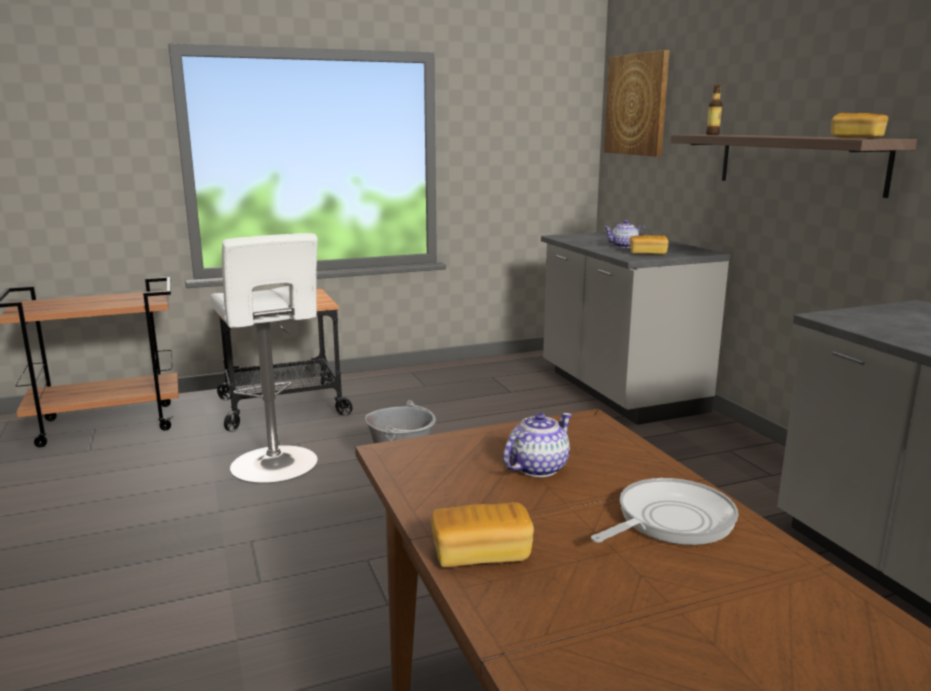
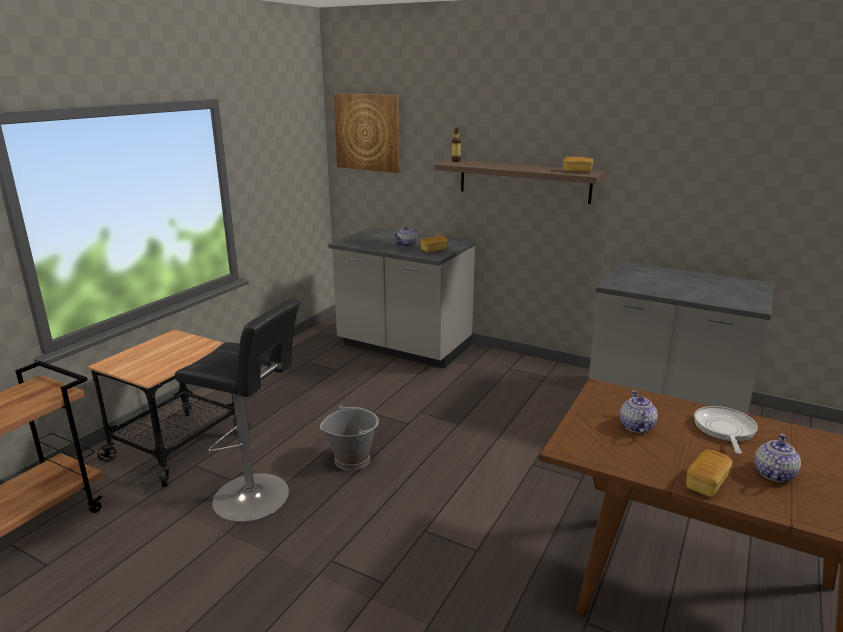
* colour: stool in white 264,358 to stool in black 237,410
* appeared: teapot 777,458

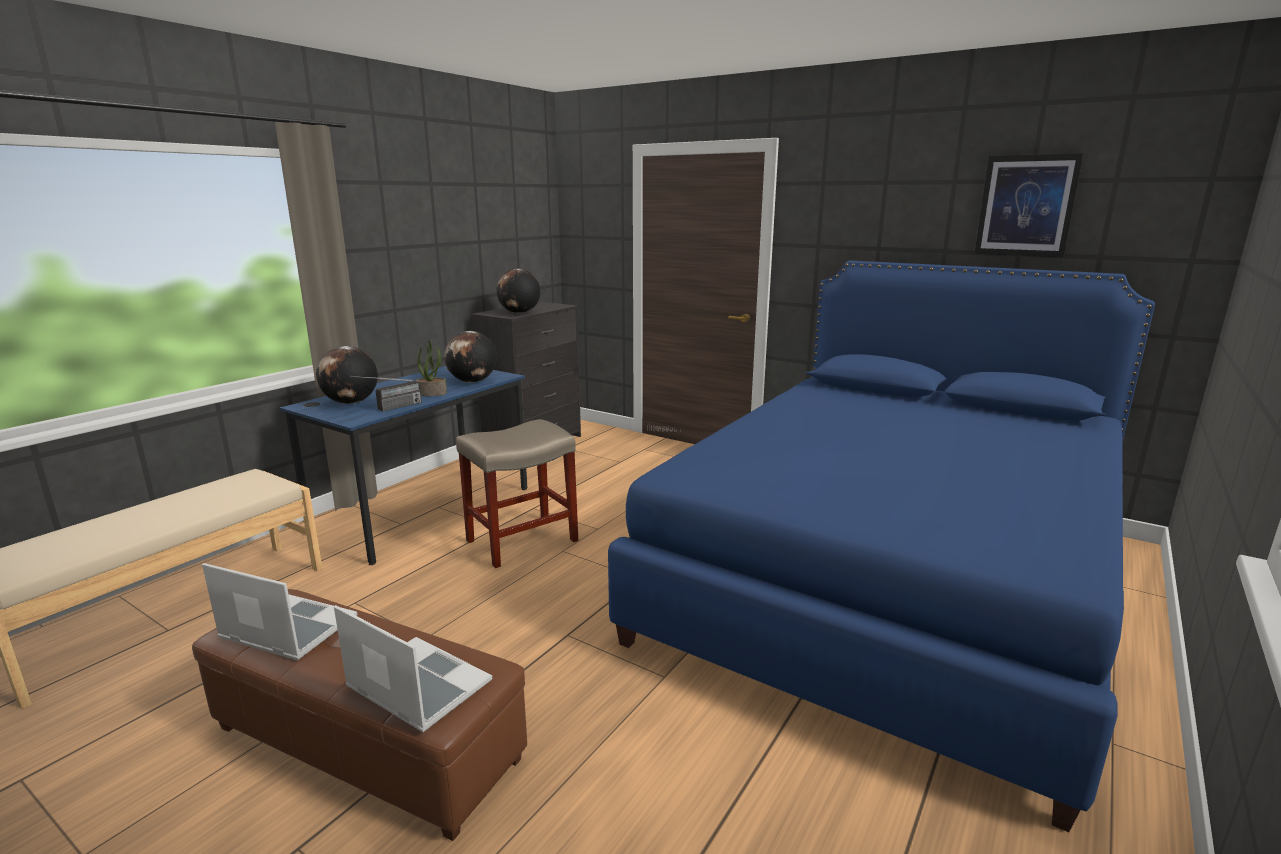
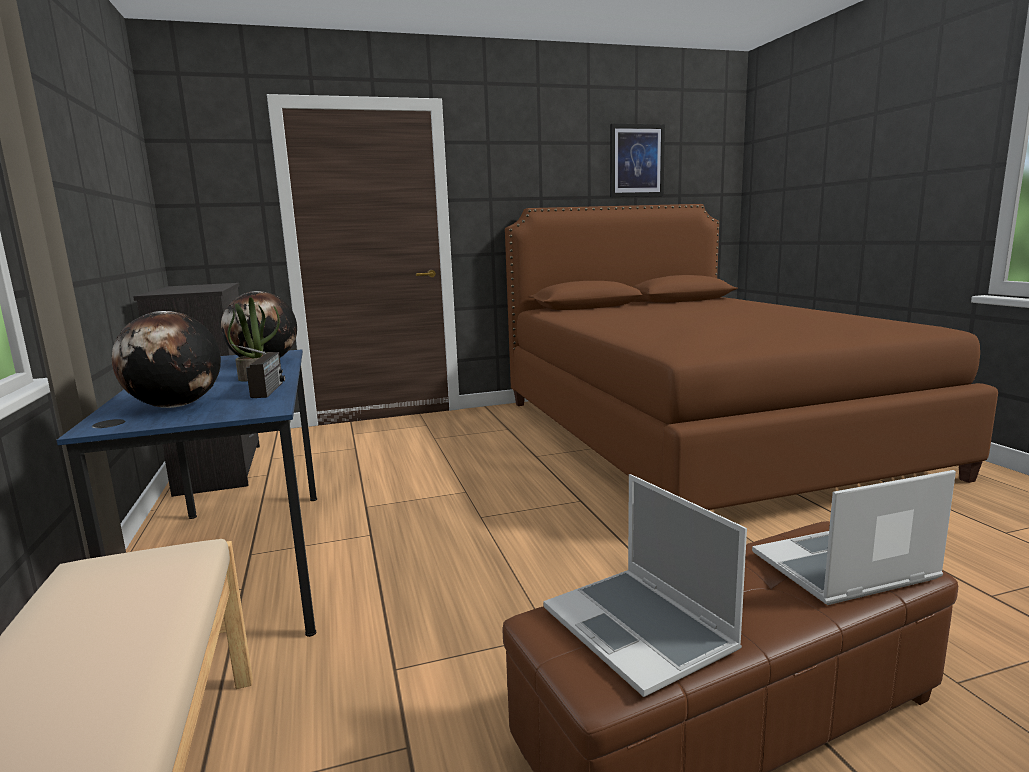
* colour: bed in blue 881,546 to bed in brown 751,357
* missing: globe 518,291
* missing: stool in beige 517,493
* spun: laptop 279,611 = 645,585 90 degrees counterclockwise

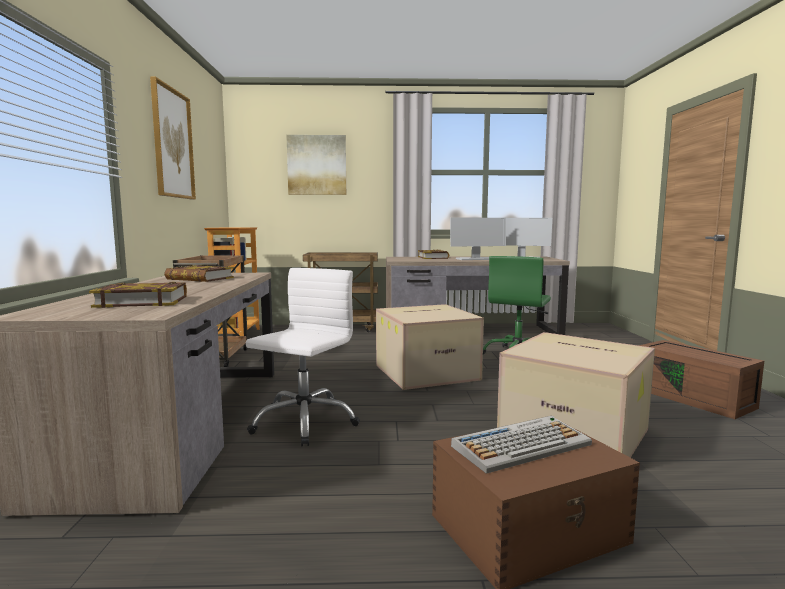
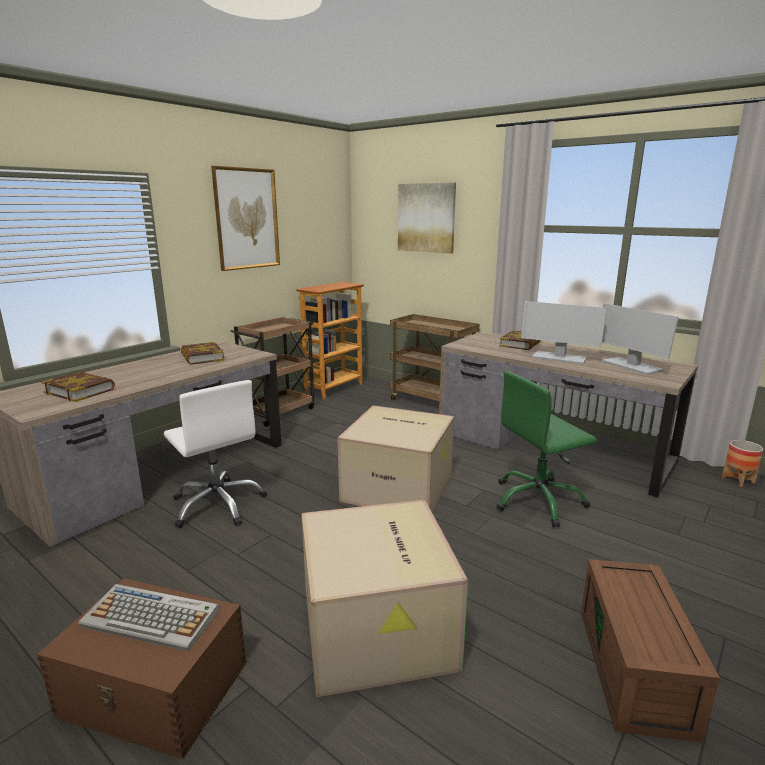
* spun: office chair in white 303,357 = 215,454 75 degrees clockwise
* appeared: planter 742,463

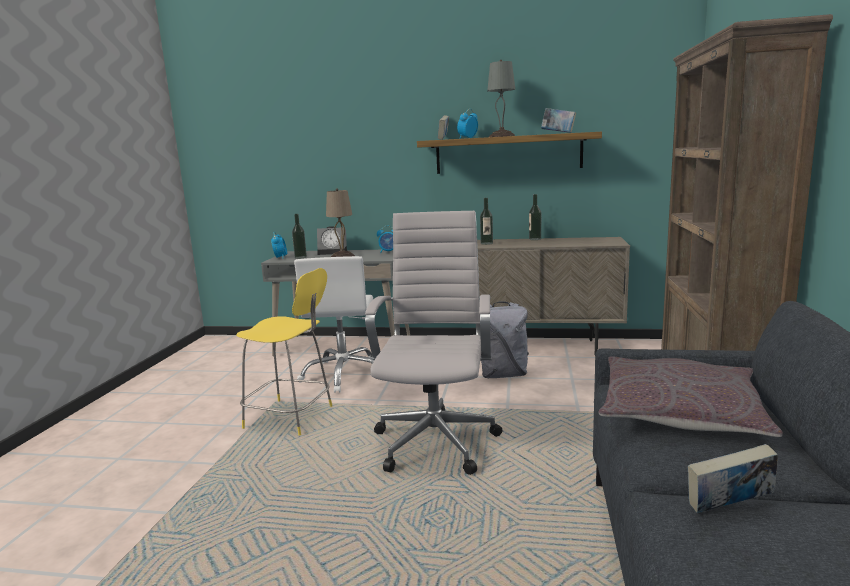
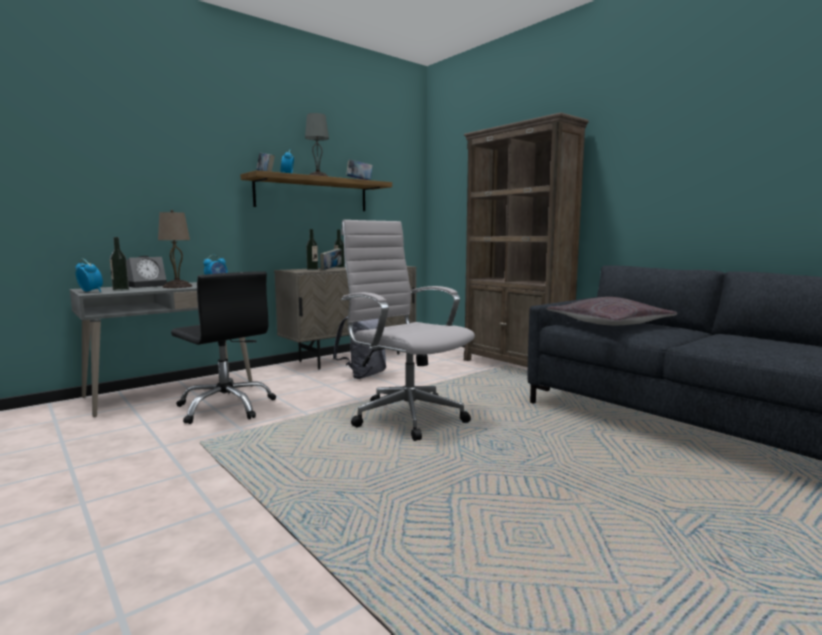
* colour: office chair in white 334,324 to office chair in black 223,347
* missing: stool in yellow 284,352
* relocated: book 733,478 to 331,259

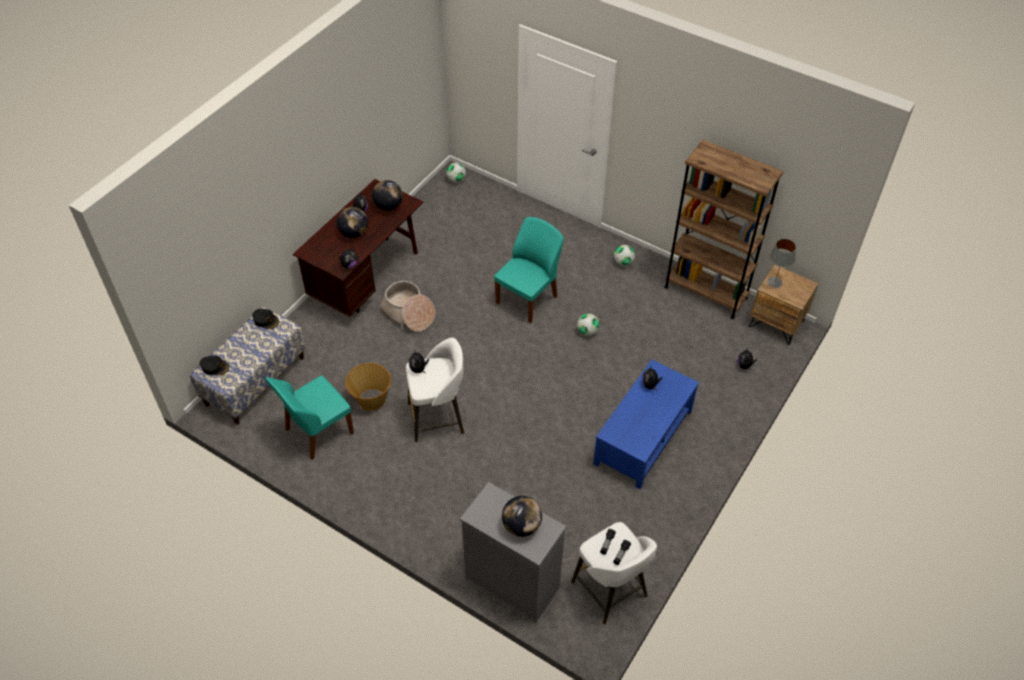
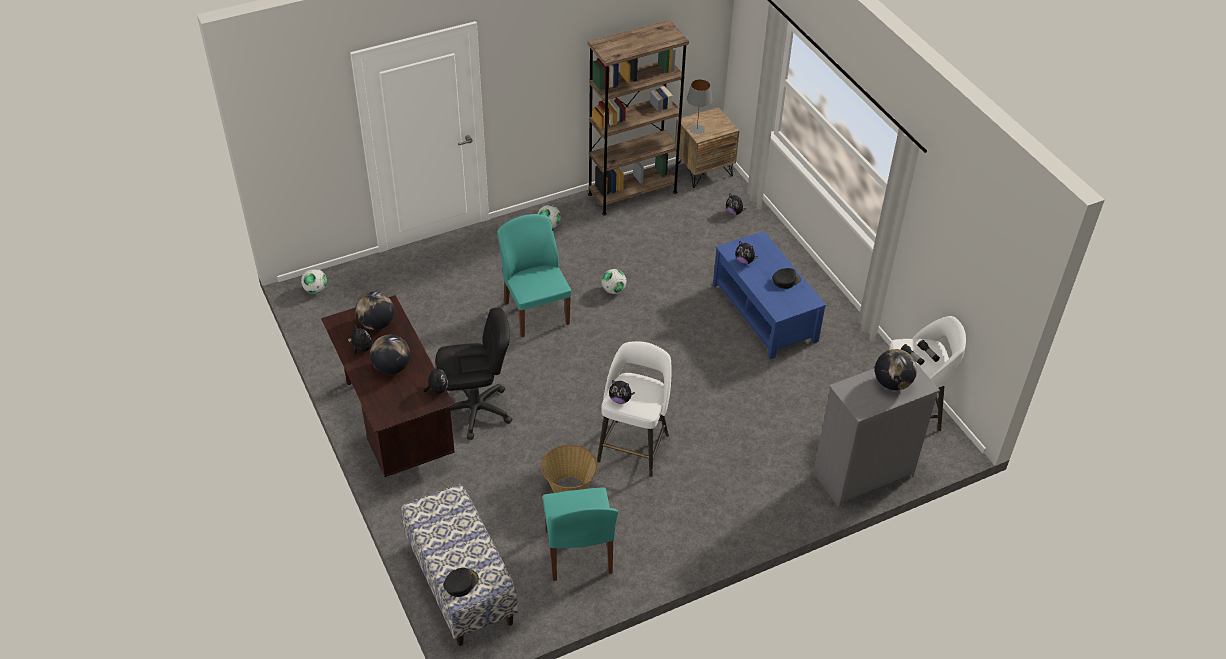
* exchanged: basket 406,306 to office chair in black 473,373
* relocated: cap in black 265,319 to 786,278

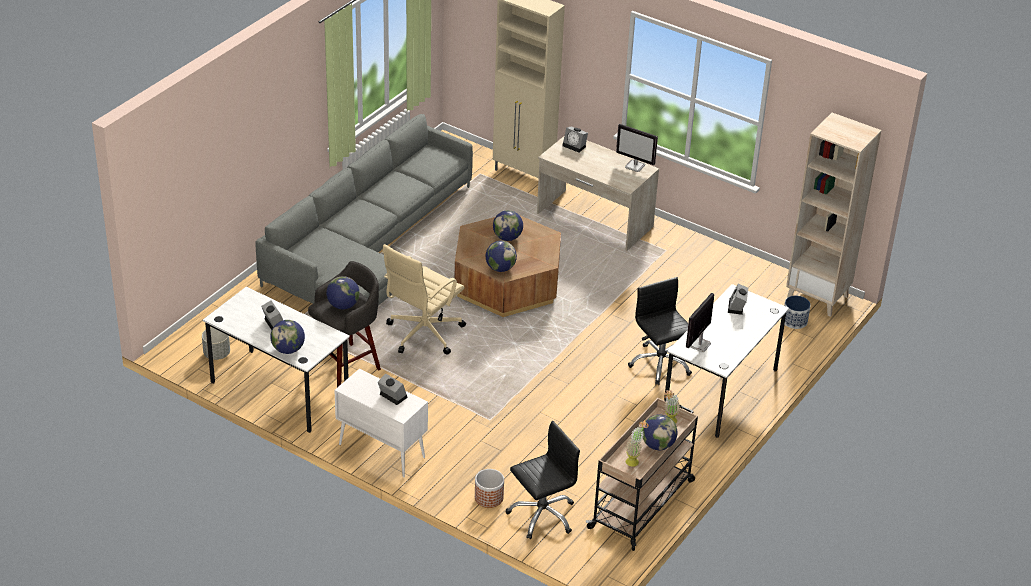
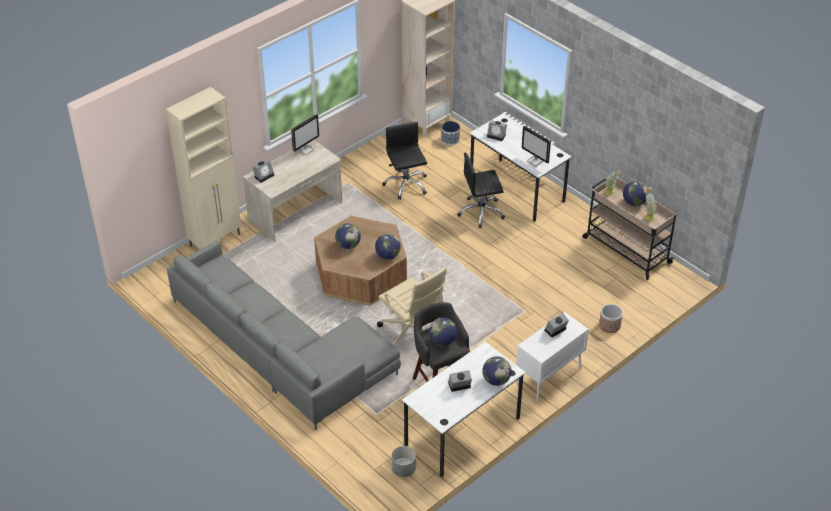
* relocated: office chair in black 543,480 to 404,161

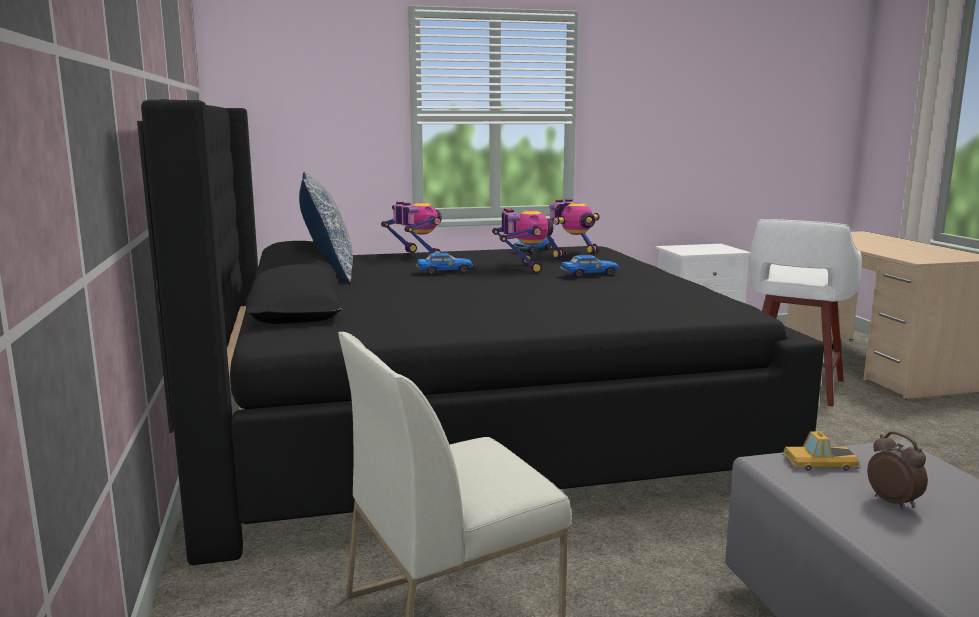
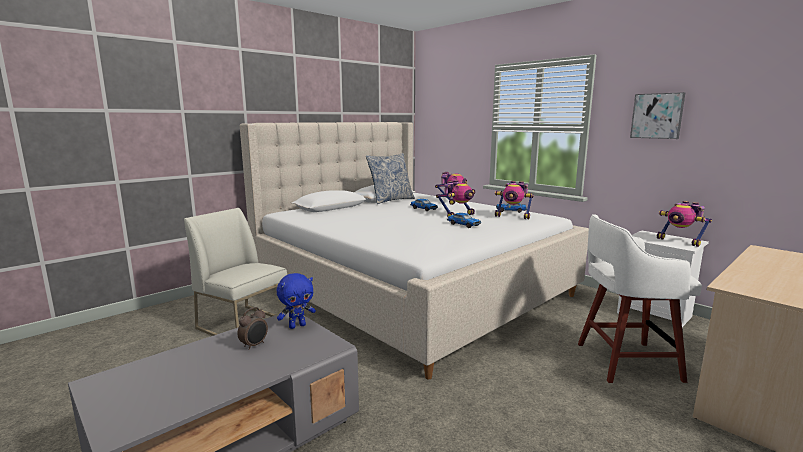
* colour: bed in black 480,332 to bed in beige 414,250
* exchanged: toy car 821,451 to plush toy in blue 296,301
* appeared: picture 657,115
* appeared: toy robot 684,224

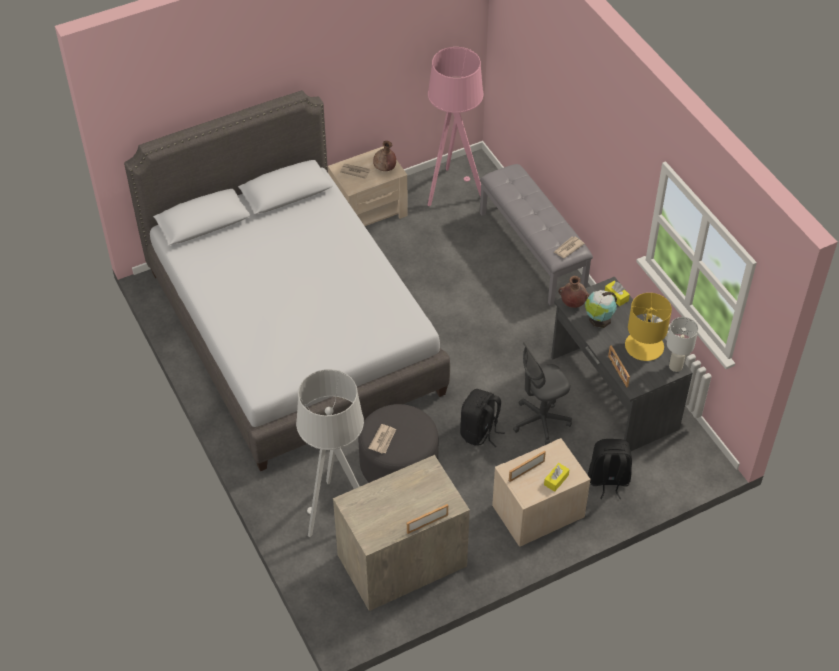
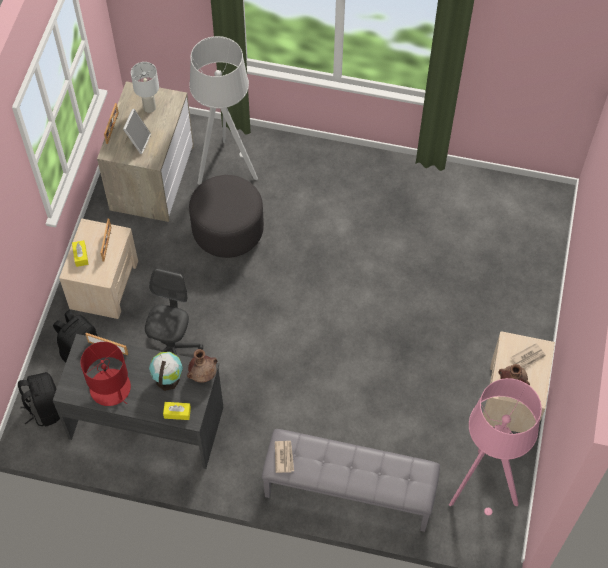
* missing: bed in grey 287,280
* colour: table lamp in yellow 648,327 to table lamp in red 105,374
* relocated: table lamp in white 682,344 to 145,87
* relocated: backpack in black 482,418 to 39,399
* missing: newspaper 382,438
* appeared: picture frame 137,131

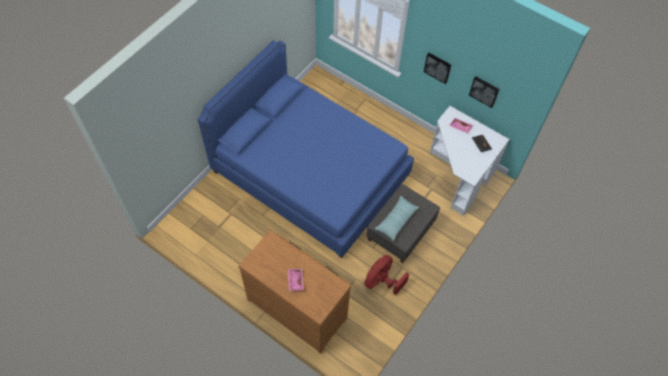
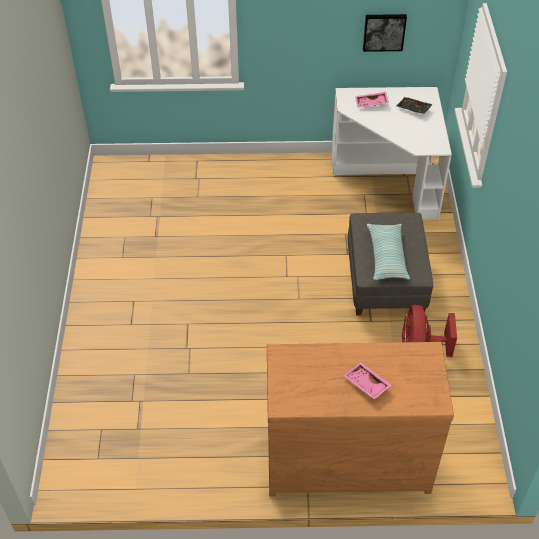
* missing: bed in blue 306,149
* missing: picture 437,68

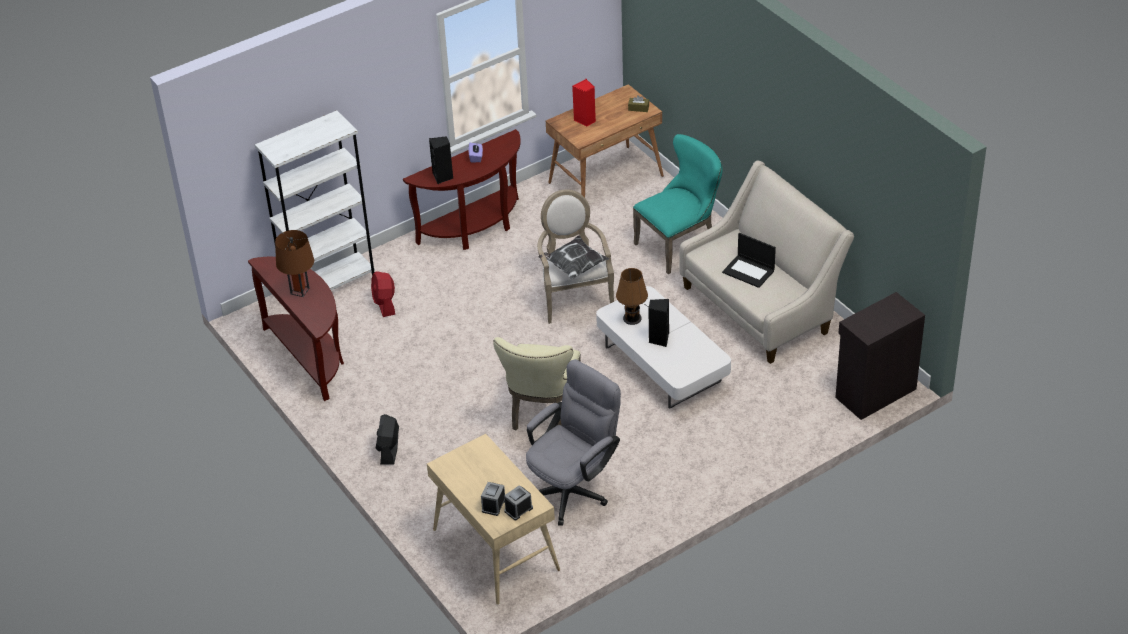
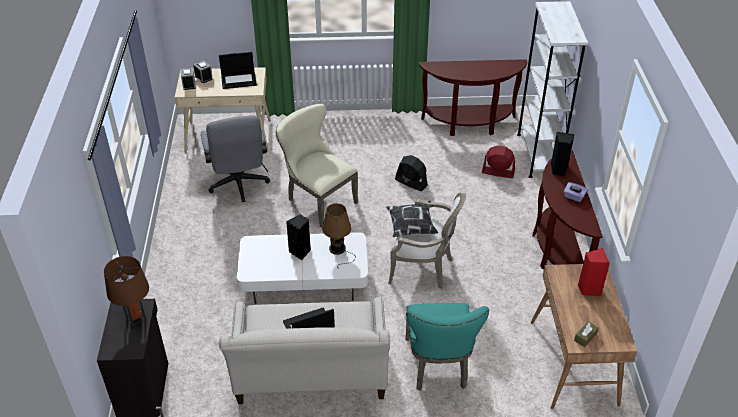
* relocated: table lamp in brown 294,263 to 126,291
* relocated: fan in black 387,439 to 411,173
* appeared: laptop 238,70

